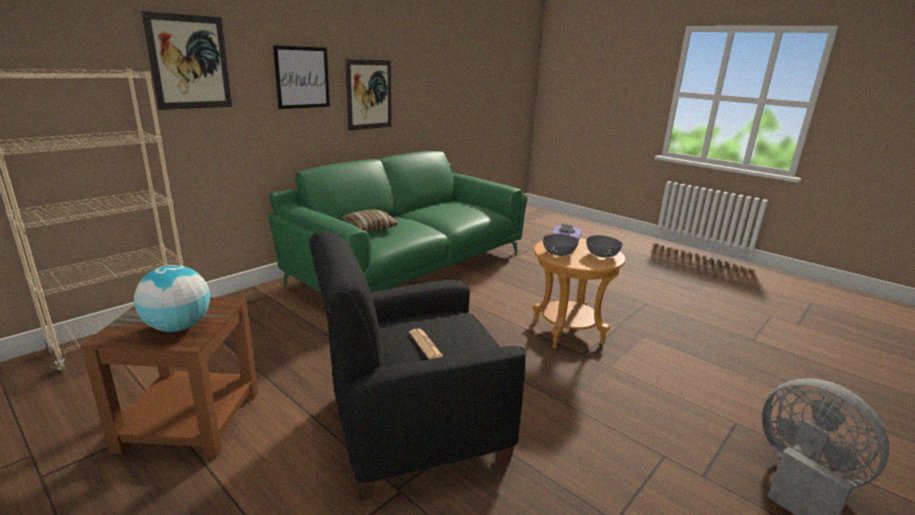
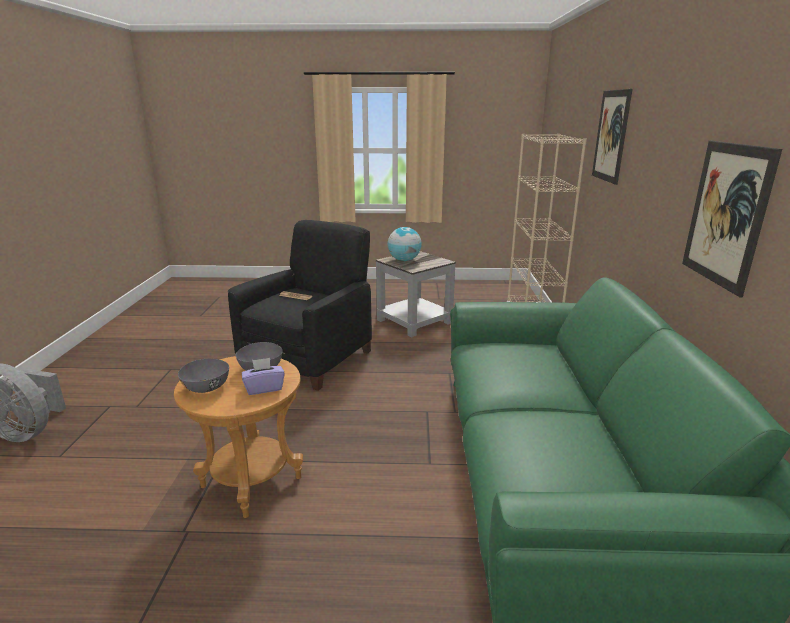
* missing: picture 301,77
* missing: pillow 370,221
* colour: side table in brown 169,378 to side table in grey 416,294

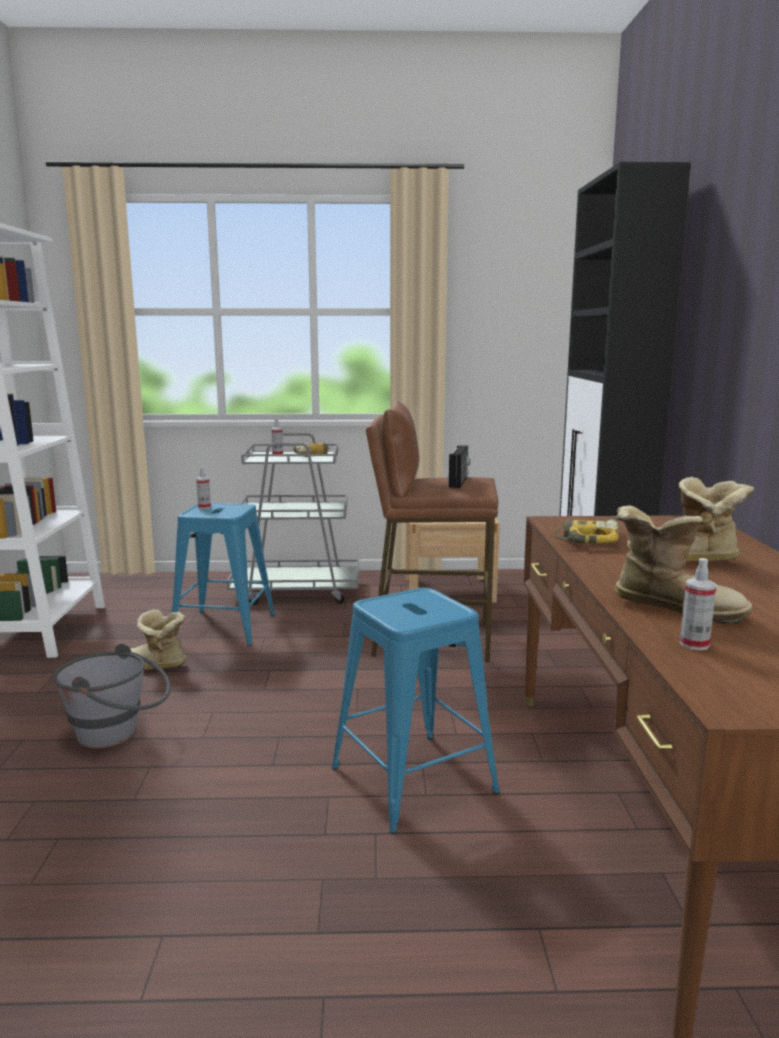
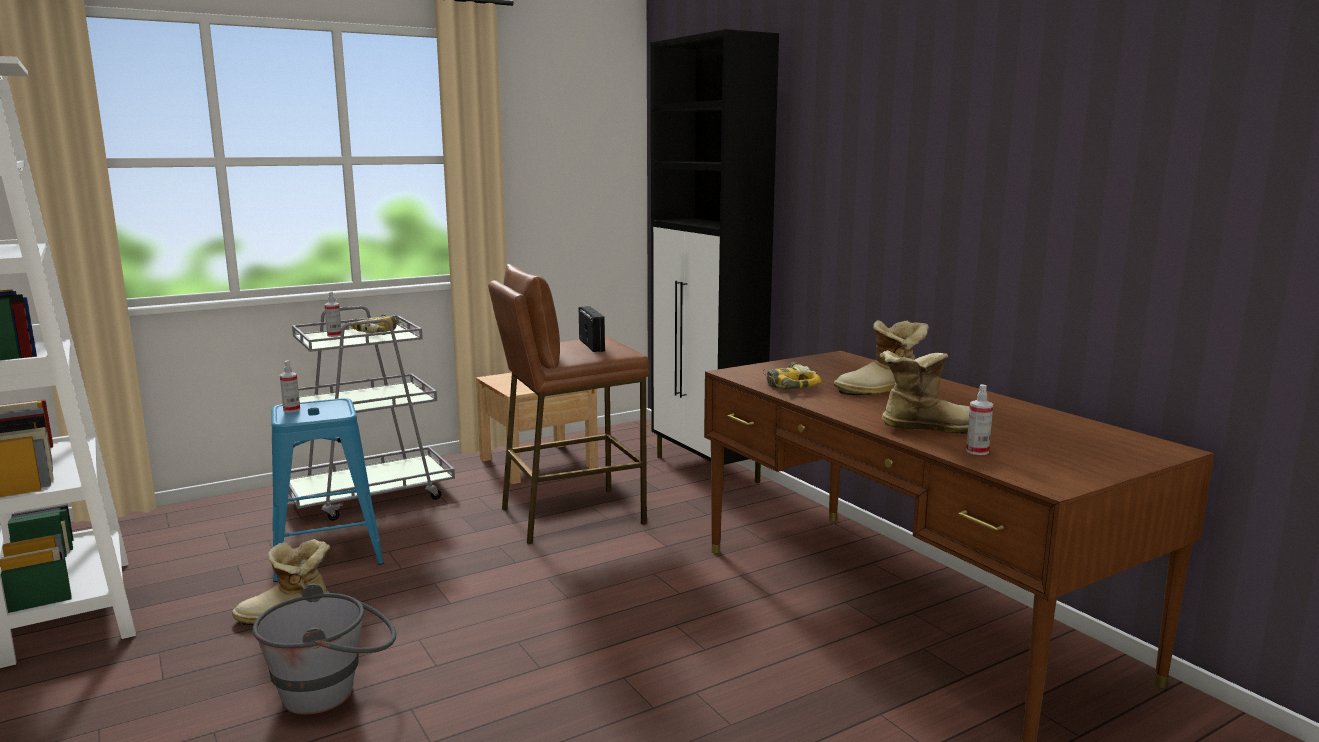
* missing: stool in blue 416,711

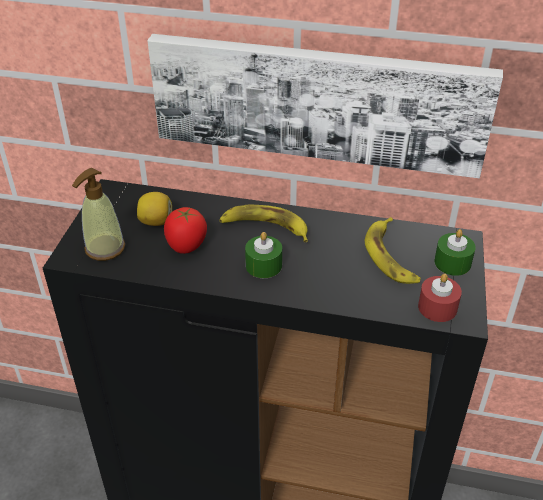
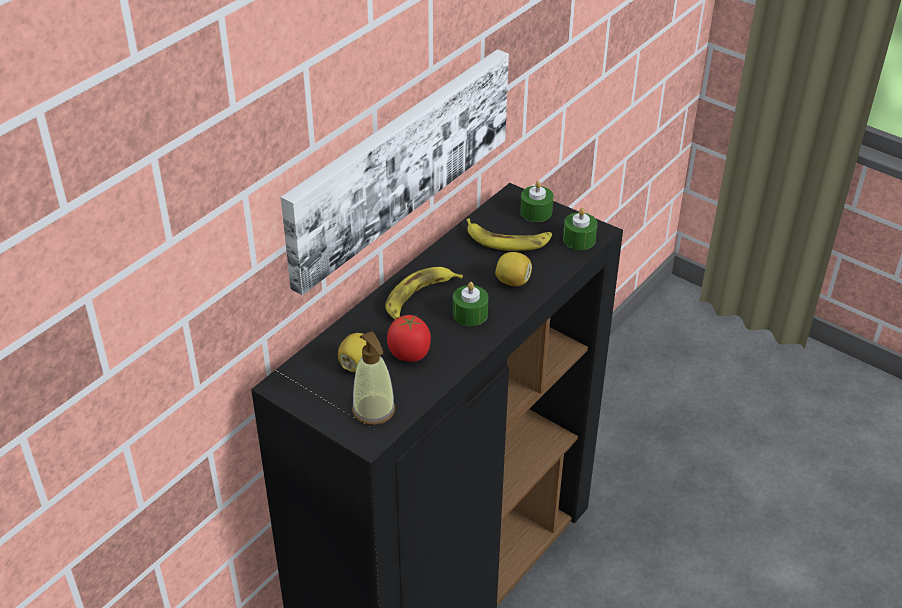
* colour: candle in red 440,298 to candle in green 580,229
* appeared: lemon 513,269

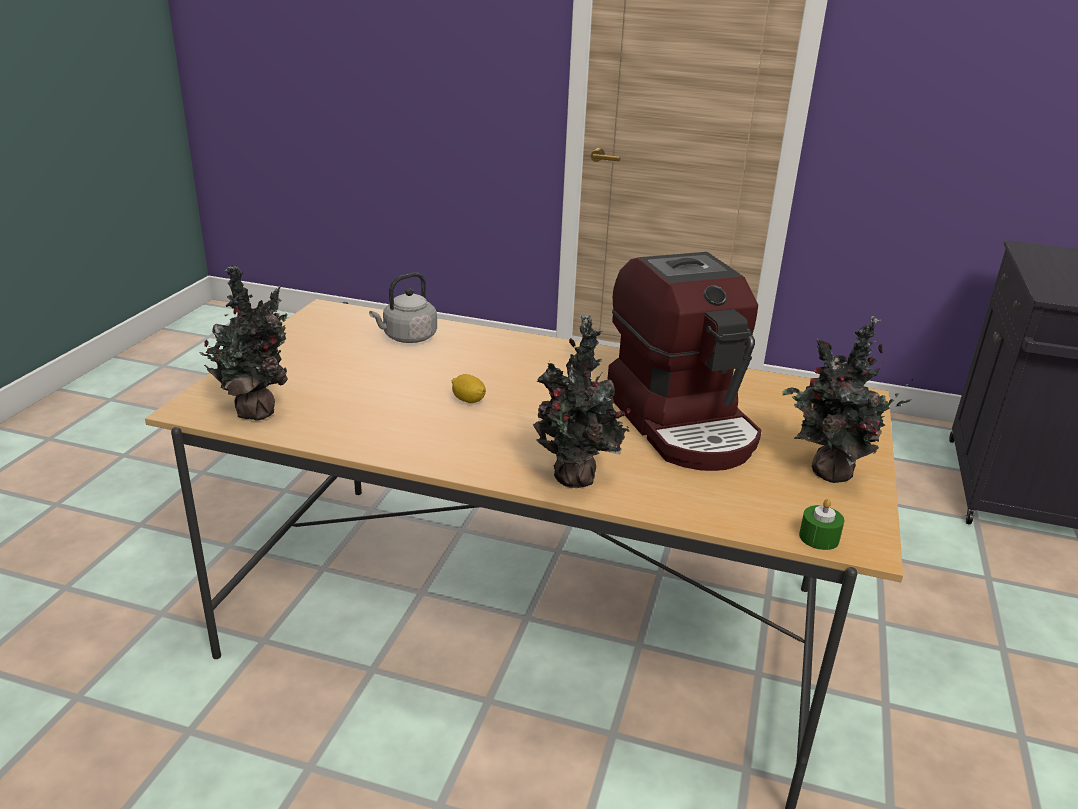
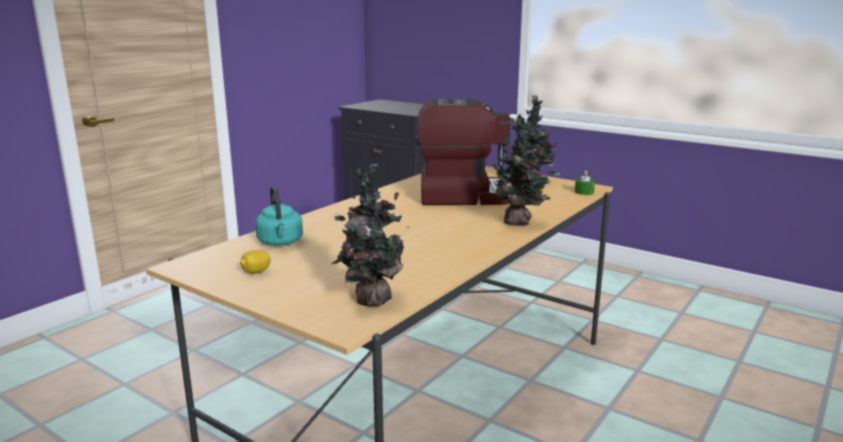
* colour: kettle in grey 403,308 to kettle in turquoise 279,216
* relocated: lemon 469,388 to 255,262

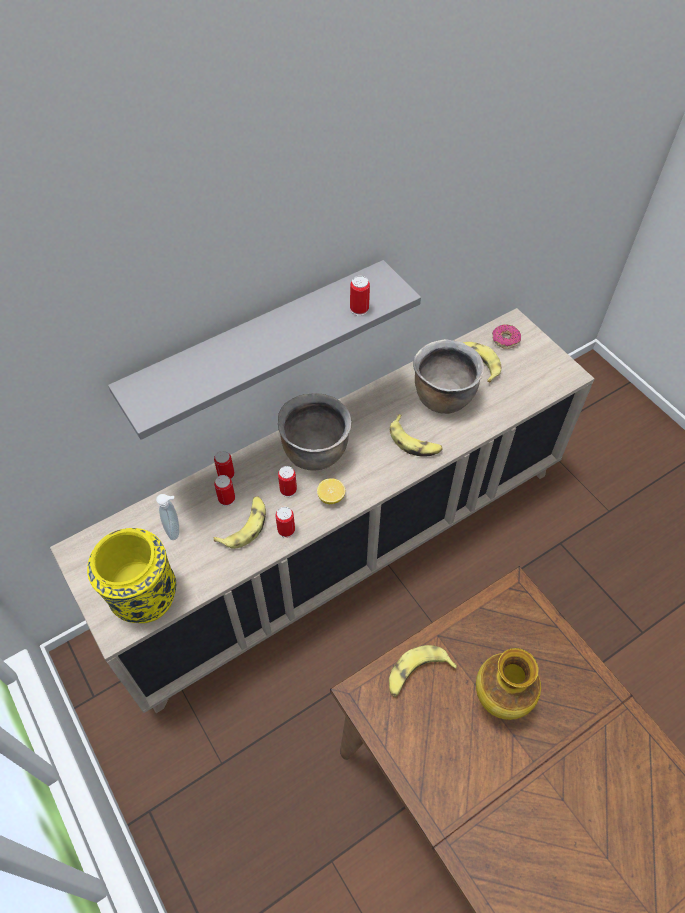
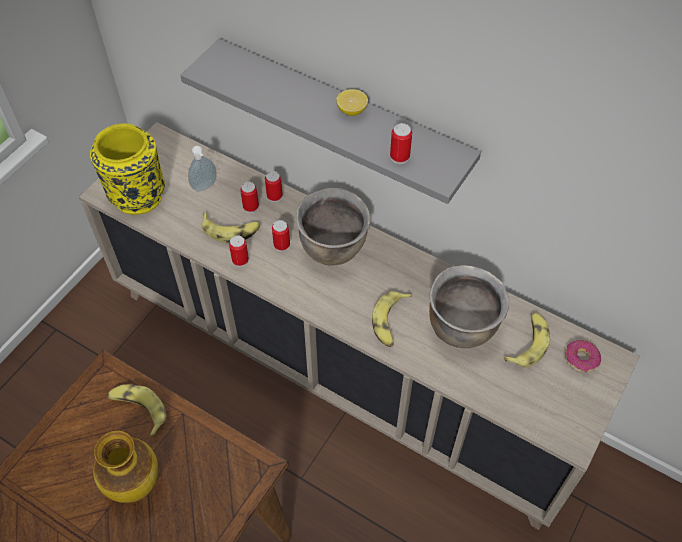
* relocated: lemon 331,491 to 352,102

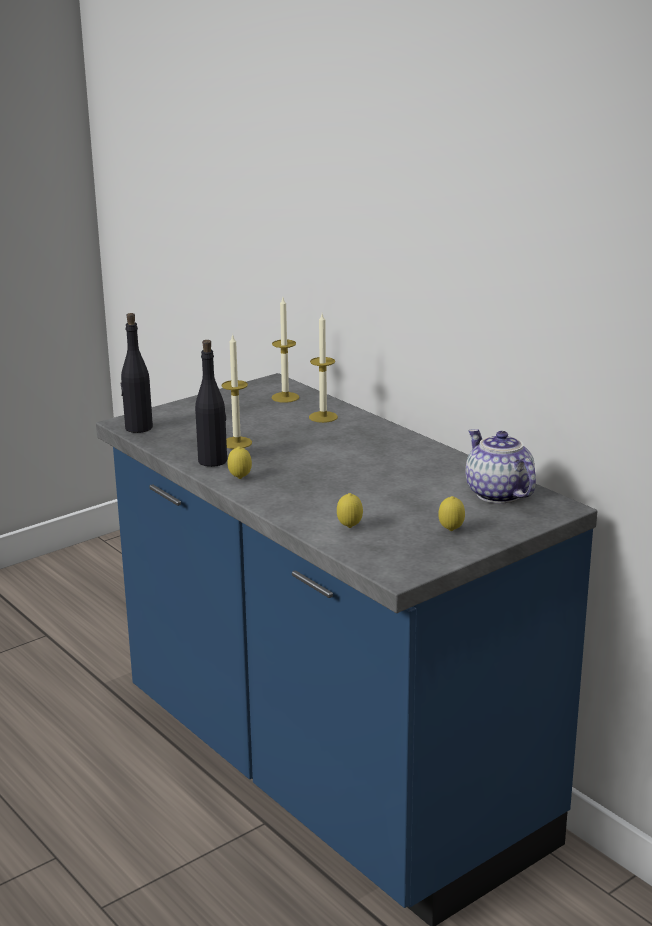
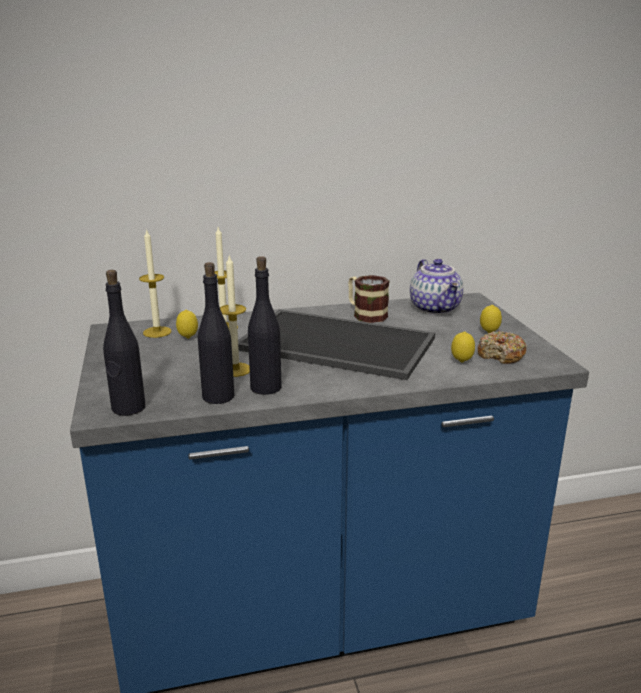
* spun: teapot 501,466 = 436,287 105 degrees counterclockwise
* relocated: lemon 239,462 to 187,324
* appeared: bottle in black 216,333
* appeared: mug 369,299
* appeared: tray 336,344
* appeared: donut 502,347

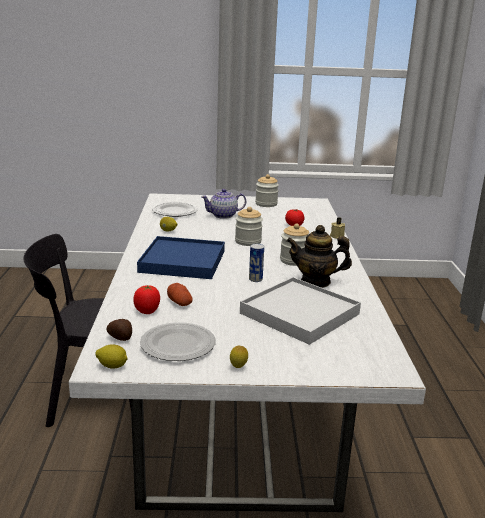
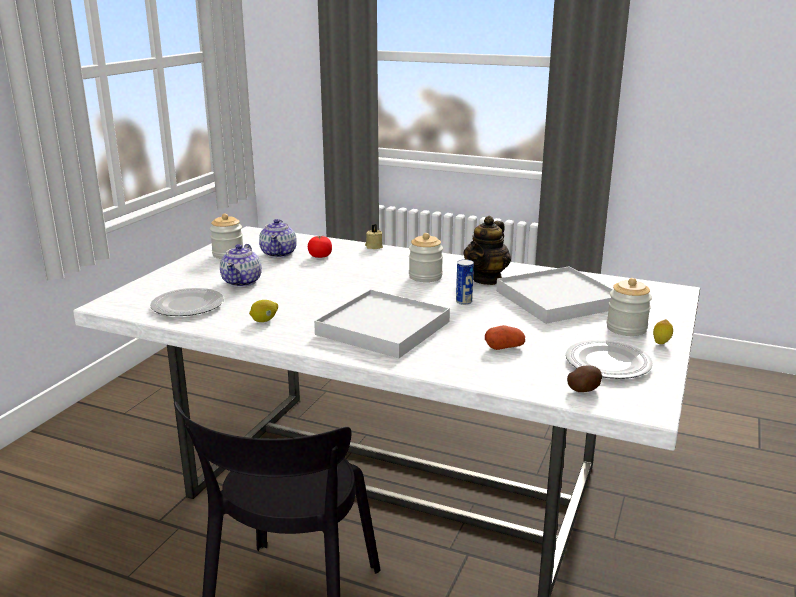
* relocated: jar 249,226 to 629,307
* colour: tray in blue 181,257 to tray in white 382,324
* missing: tomato 146,299
* missing: lemon 111,356
* appeared: teapot 278,238

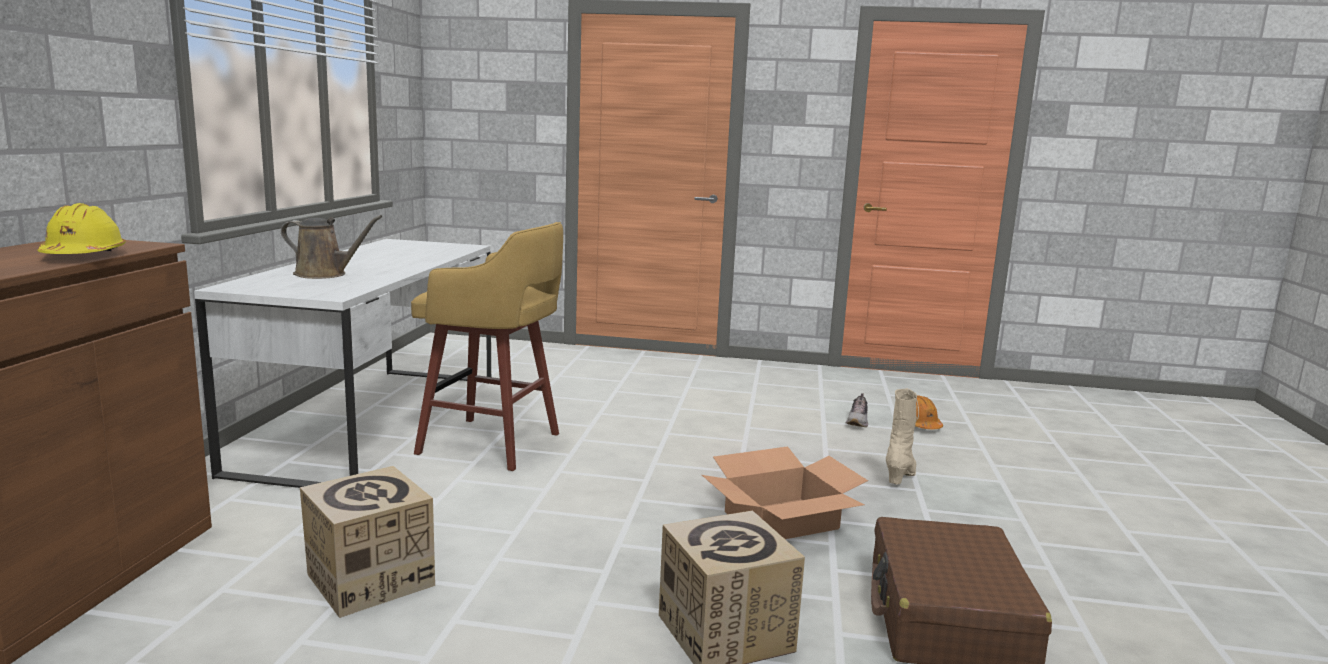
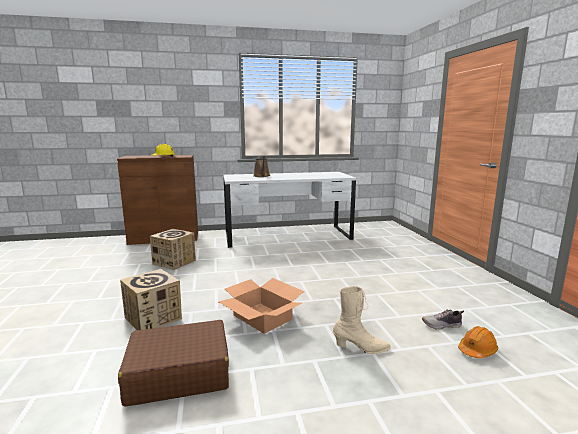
* missing: stool in yellow 487,346

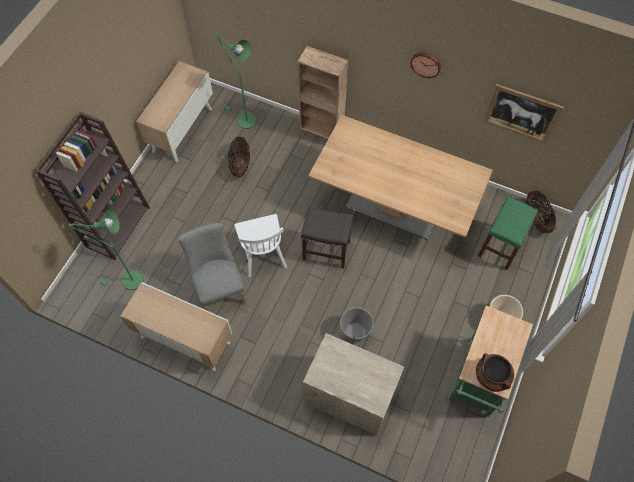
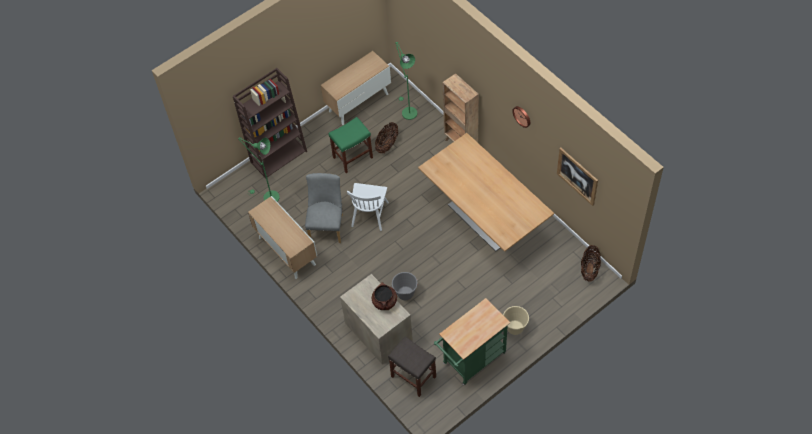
* relocated: stool in green 508,233 to 350,145
* relocated: stool in grey 327,237 to 412,366
* relocated: cooking pot in brown 495,372 to 384,296

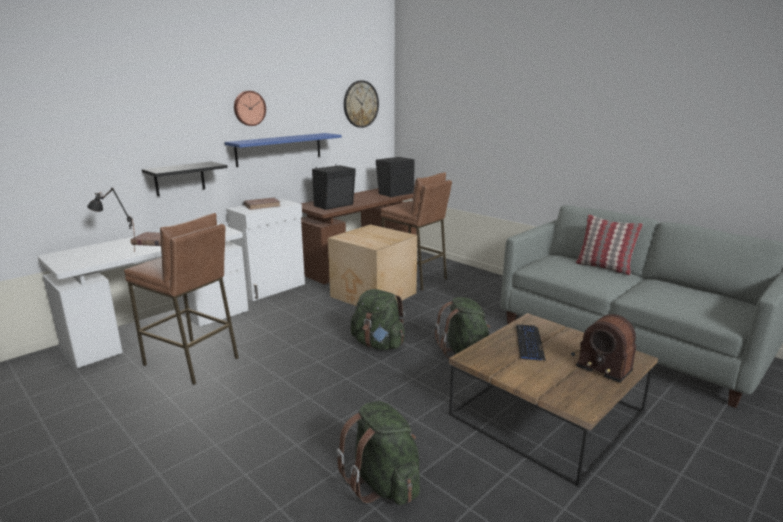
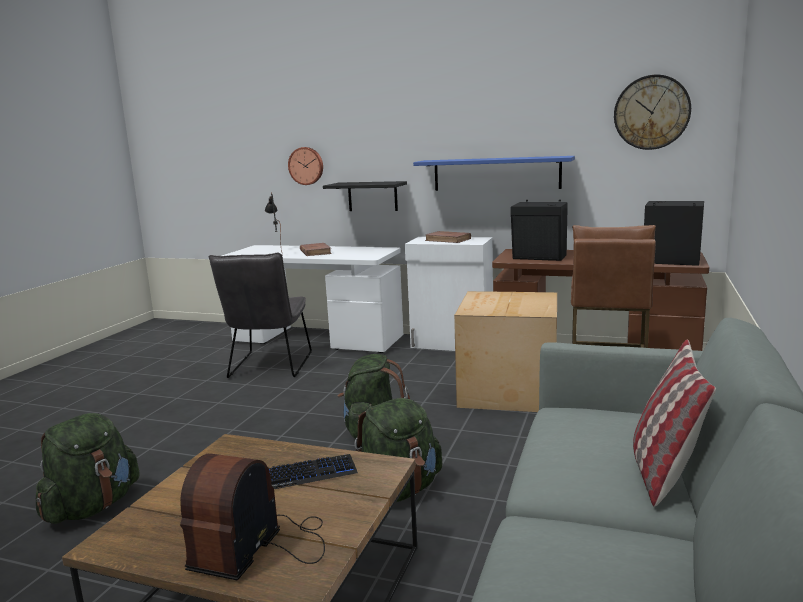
* relocated: wall clock 250,108 to 305,166
* exchanged: stool in brown 181,299 to chair in grey 260,315

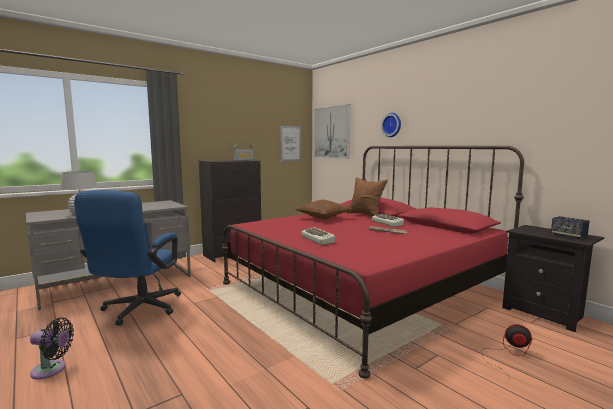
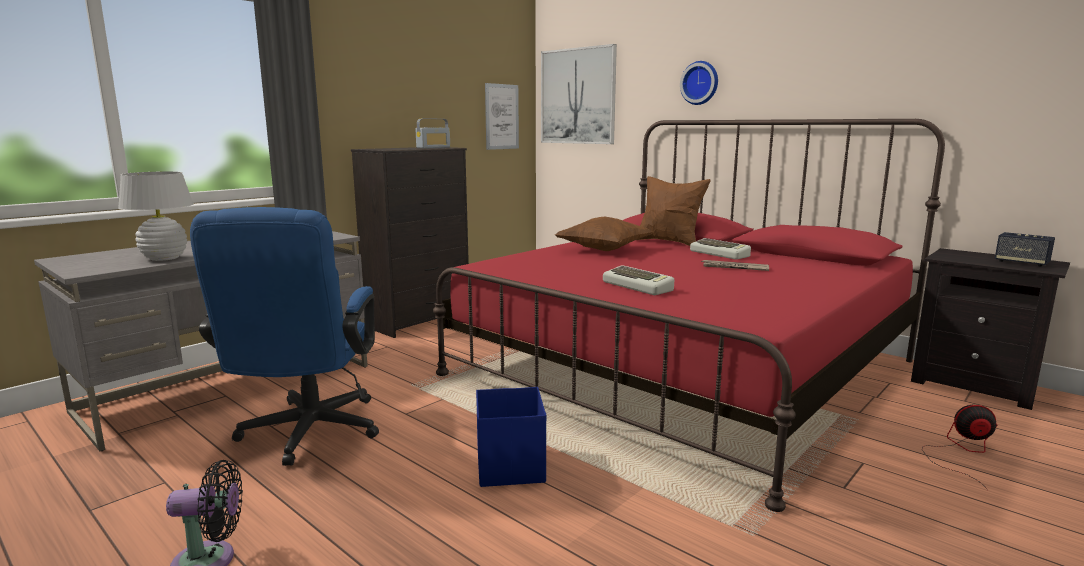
* appeared: storage box in blue 511,437

